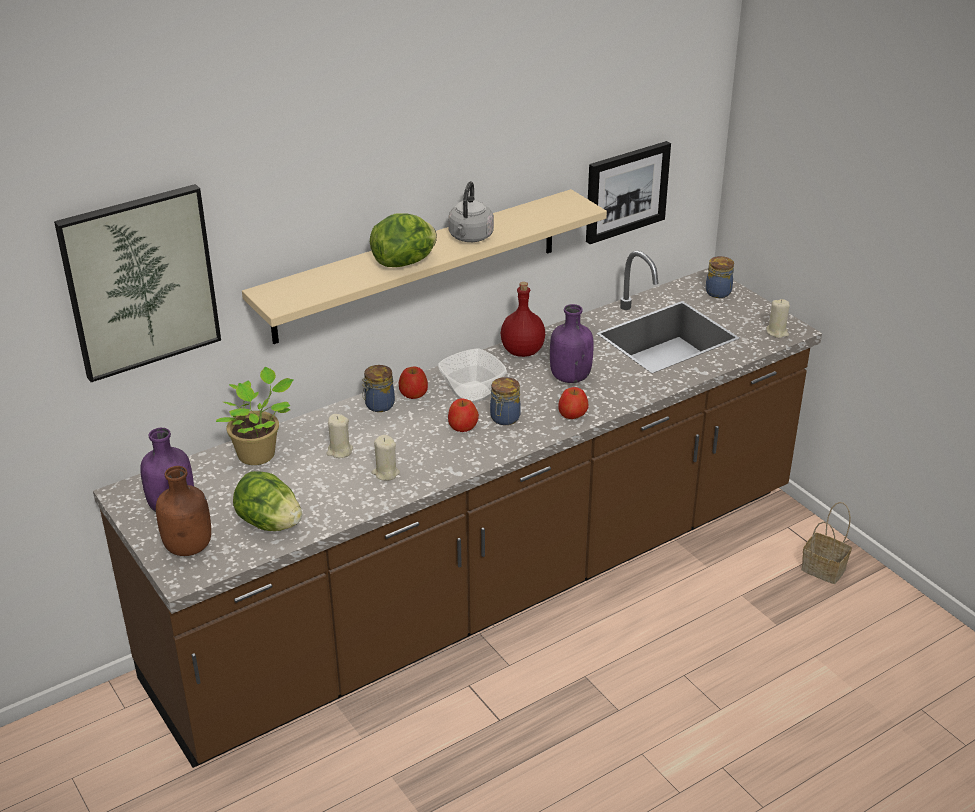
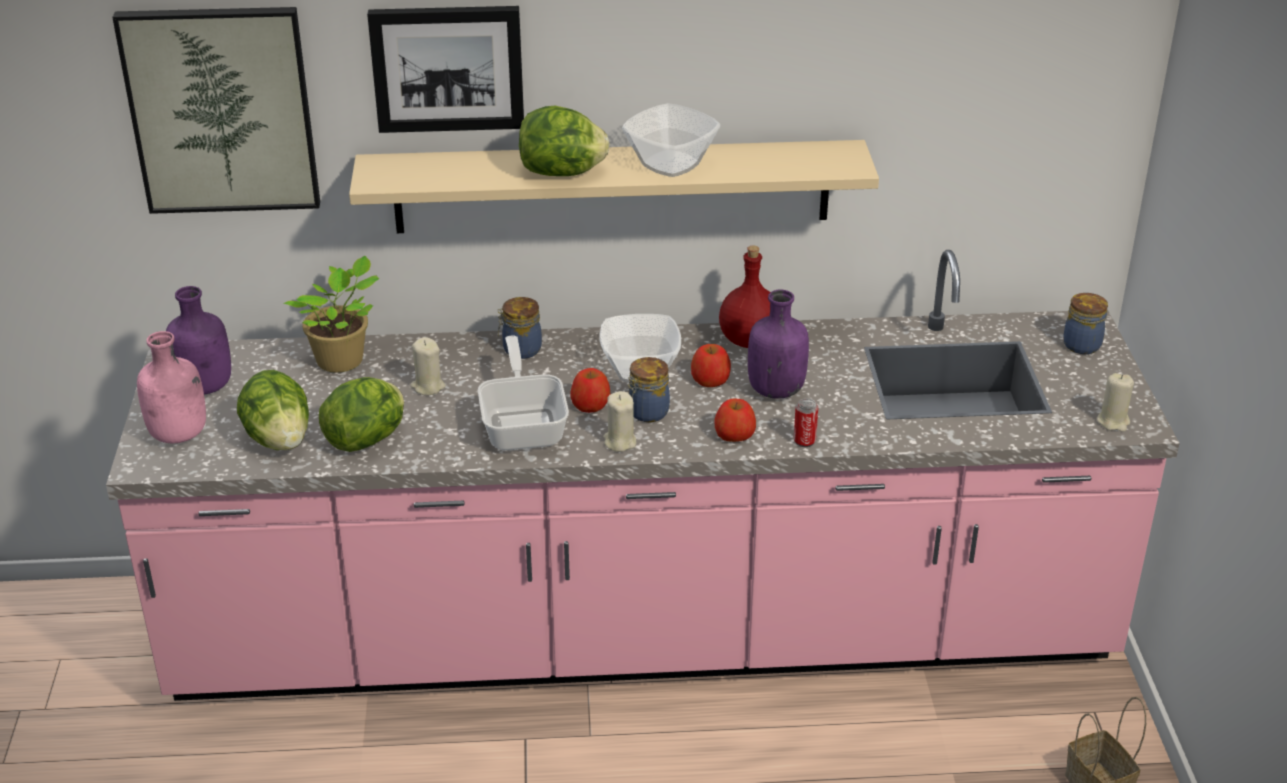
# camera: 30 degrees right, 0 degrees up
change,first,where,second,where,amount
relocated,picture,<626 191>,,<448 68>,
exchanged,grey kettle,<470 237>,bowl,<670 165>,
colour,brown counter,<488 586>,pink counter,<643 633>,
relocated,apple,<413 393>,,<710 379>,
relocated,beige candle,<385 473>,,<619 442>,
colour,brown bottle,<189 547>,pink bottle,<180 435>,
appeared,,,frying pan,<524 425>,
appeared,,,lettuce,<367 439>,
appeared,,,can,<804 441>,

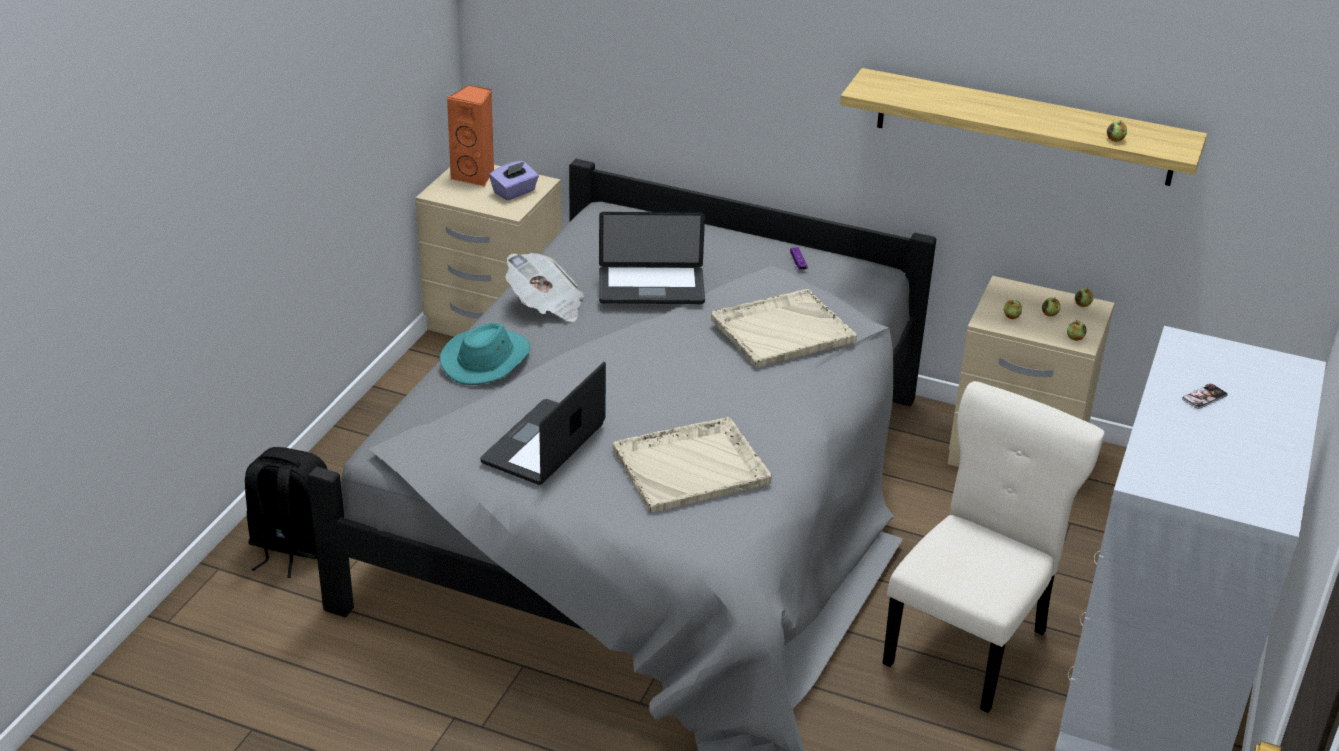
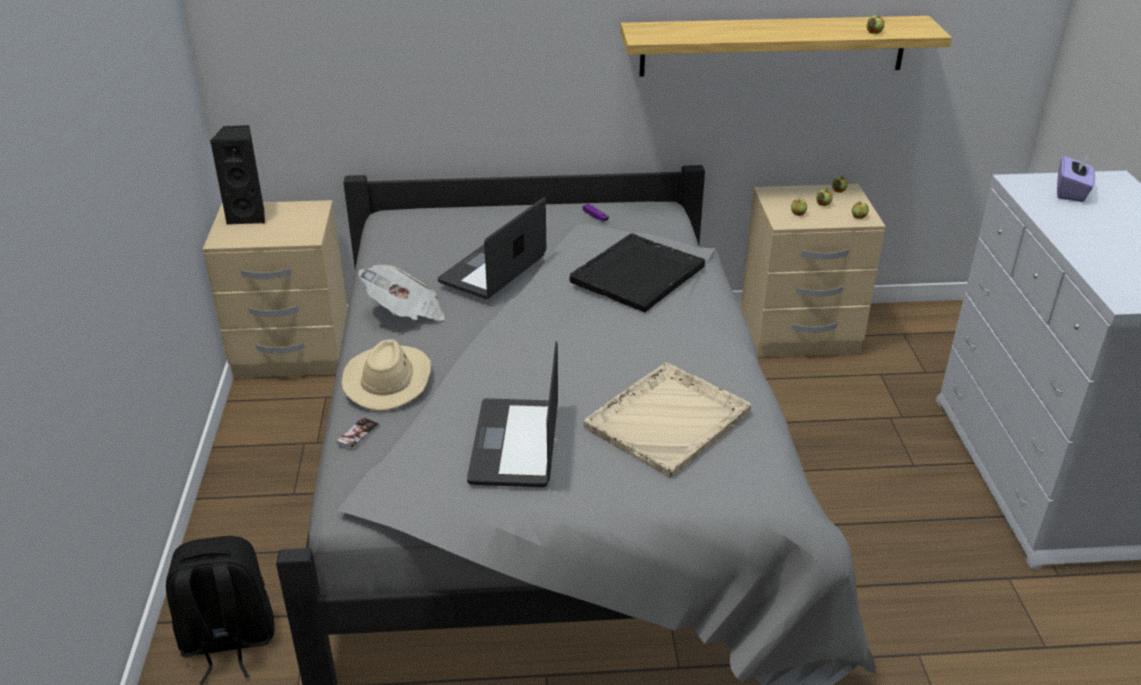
# camera: 25 degrees left, 0 degrees up
change,first,where,second,where,amount
colour,orange speaker,<475 176>,black speaker,<249 216>,
relocated,purple tissue box,<514 192>,,<1071 192>,
spun,laptop,<651 287>,,<493 269>,150 degrees clockwise
colour,beige tray,<781 331>,black tray,<636 275>,
colour,turquoise hat,<486 360>,beige hat,<388 380>,
missing,beige chair,<970 643>,,,
relocated,phone,<1204 397>,,<358 434>,

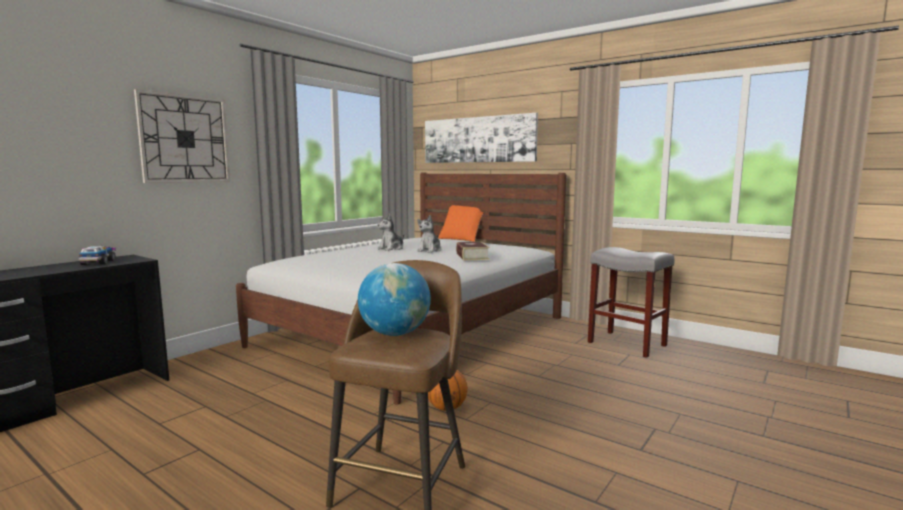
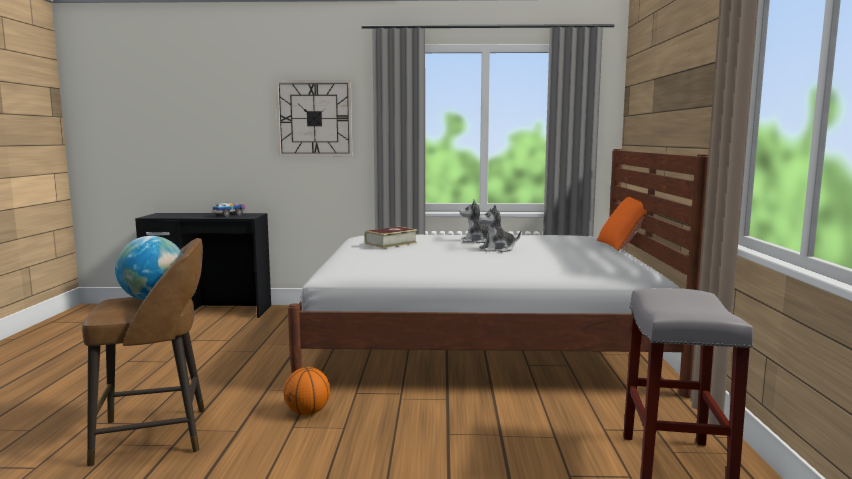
# camera: 55 degrees right, 0 degrees up
change,first,where,second,where,amount
missing,picture,<478 140>,,,
relocated,book,<472 256>,,<391 243>,

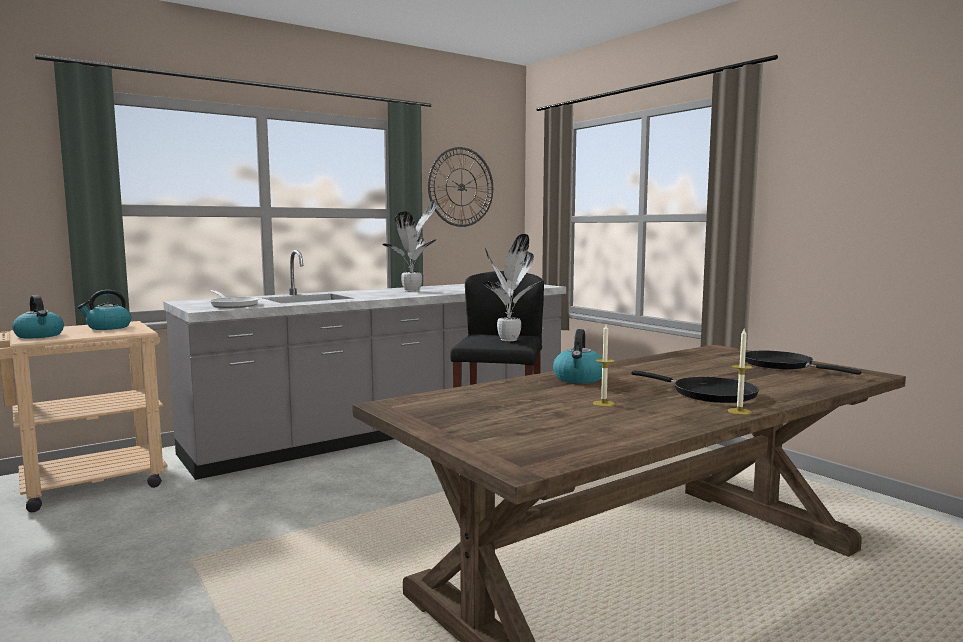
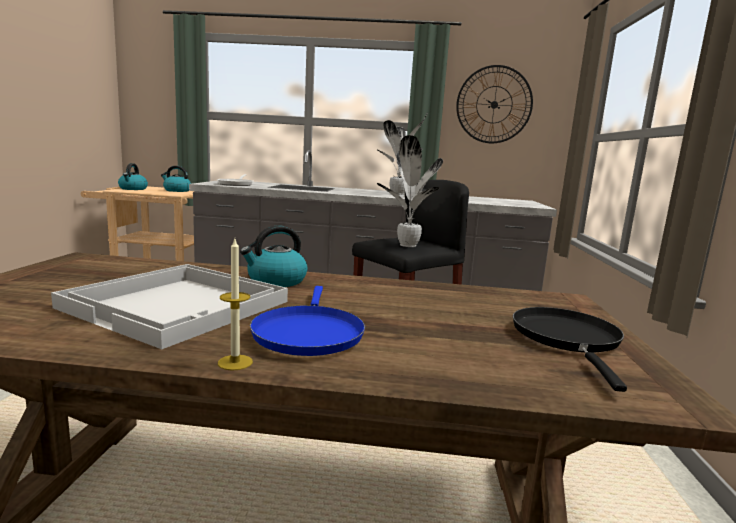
# camera: 40 degrees right, 5 degrees up
change,first,where,second,where,amount
exchanged,candle,<603 403>,white tray,<180 304>,
colour,black frying pan,<708 394>,blue frying pan,<308 333>,

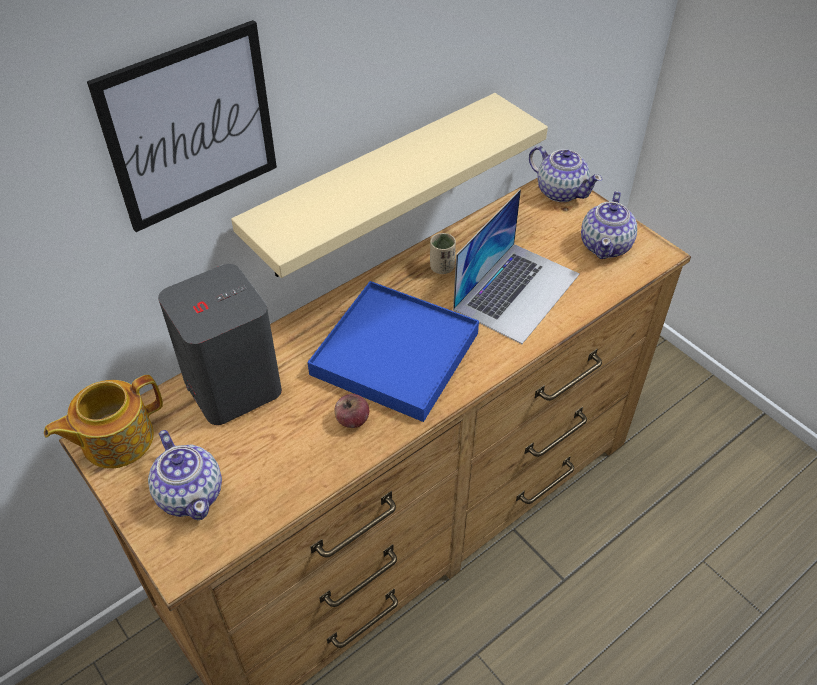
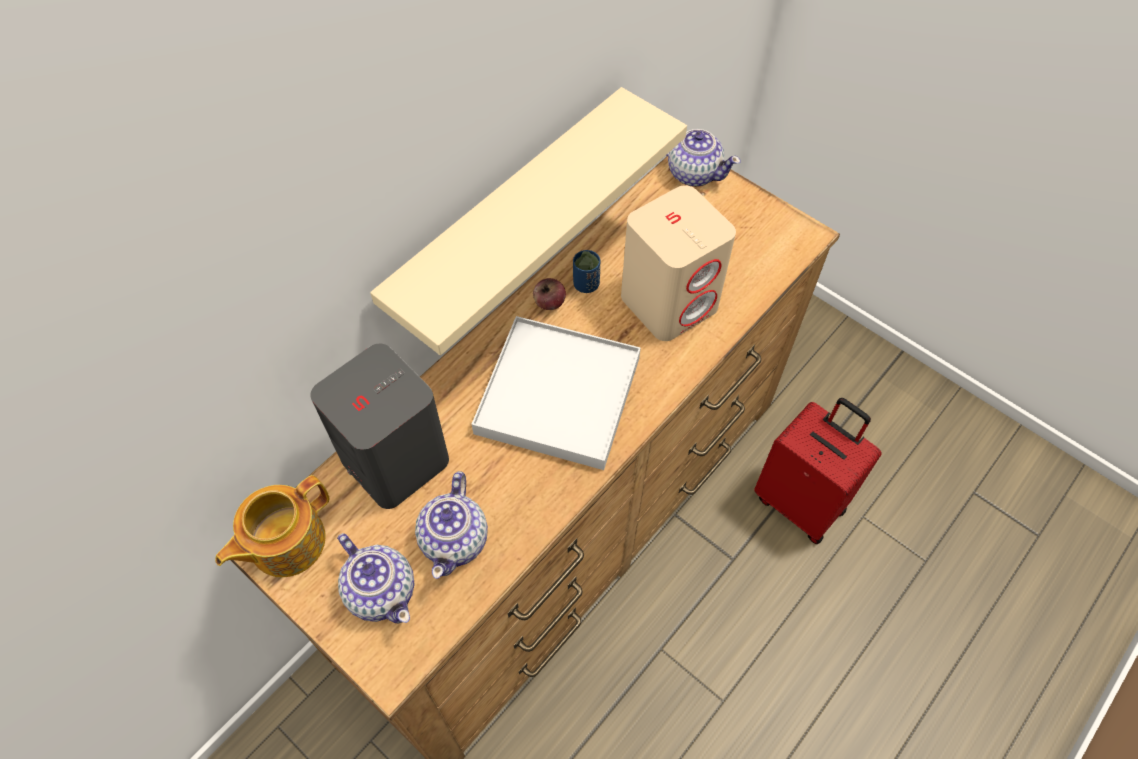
# camera: 10 degrees left, 10 degrees up
change,first,where,second,where,amount
missing,picture,<191 128>,,,
exchanged,laptop,<517 291>,beige speaker,<670 302>,
relocated,teapot,<606 245>,,<455 539>,
colour,beige cup,<442 267>,blue cup,<586 284>,
colour,blue tray,<395 354>,white tray,<558 396>,
relocated,apple,<352 420>,,<549 303>,
appeared,,,red suitcase,<800 502>,

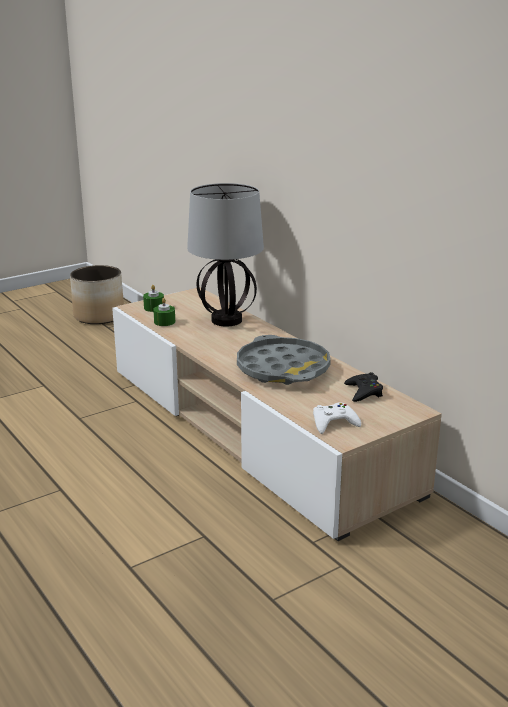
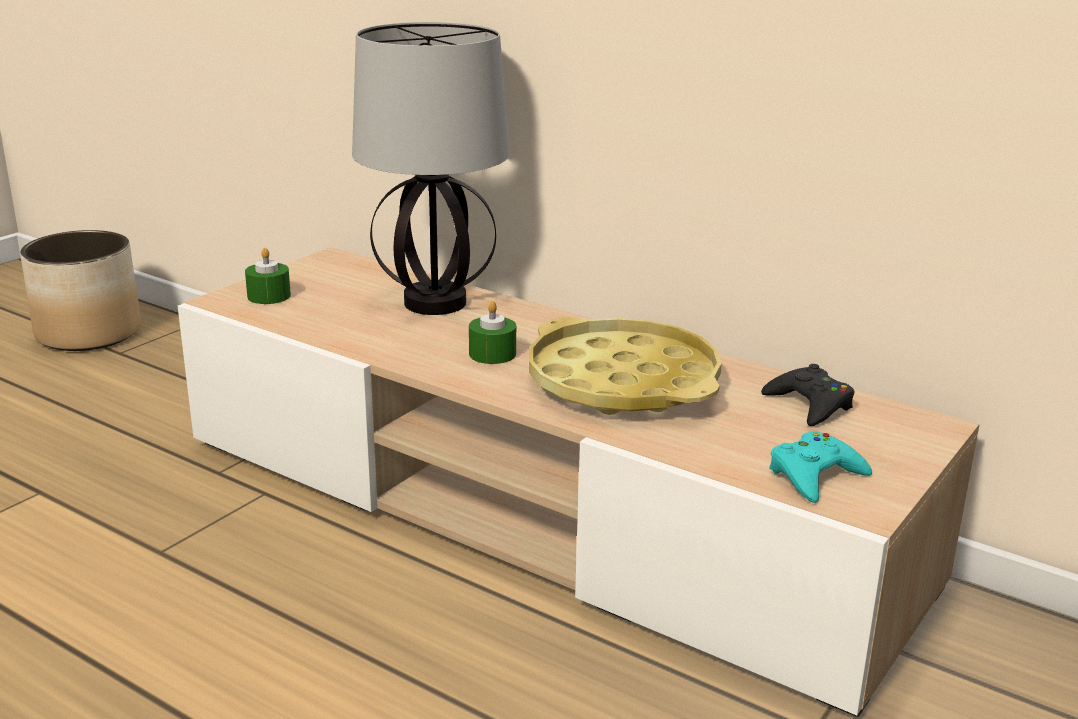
# camera: 20 degrees left, 0 degrees up
change,first,where,second,where,amount
relocated,green candle,<164 322>,,<492 354>,
colour,grey tray,<283 369>,yellow tray,<623 382>,
colour,white game controller,<334 423>,turquoise game controller,<815 475>,

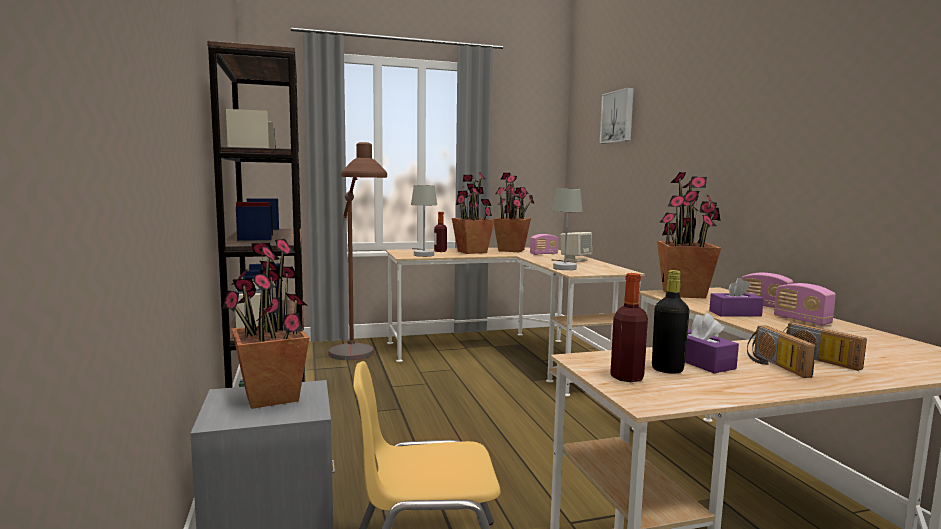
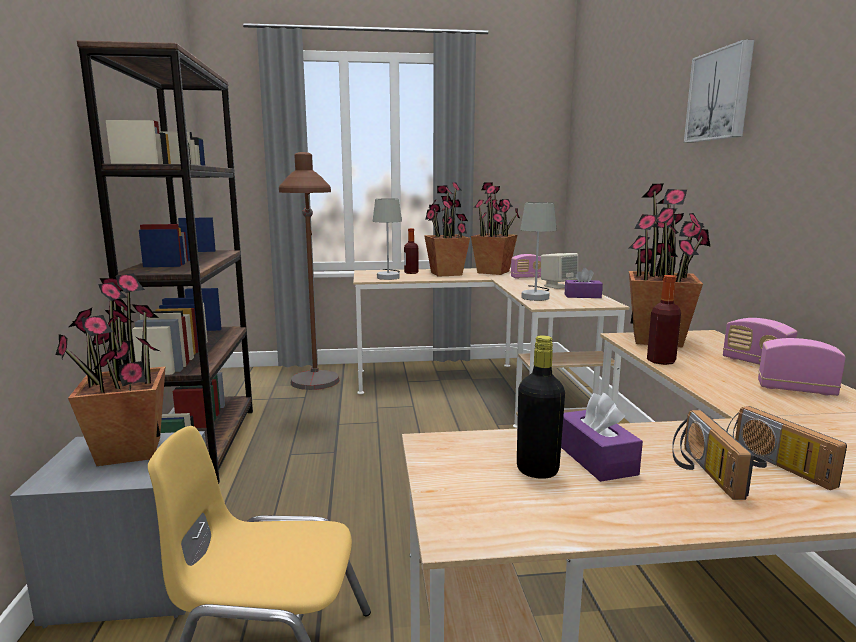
# camera: 10 degrees right, 5 degrees up
change,first,where,second,where,amount
relocated,picture,<618 116>,,<721 95>,
relocated,bottle,<627 377>,,<661 361>,
relocated,purple tissue box,<735 313>,,<582 296>,
spun,radio,<802 320>,,<796 389>,135 degrees clockwise

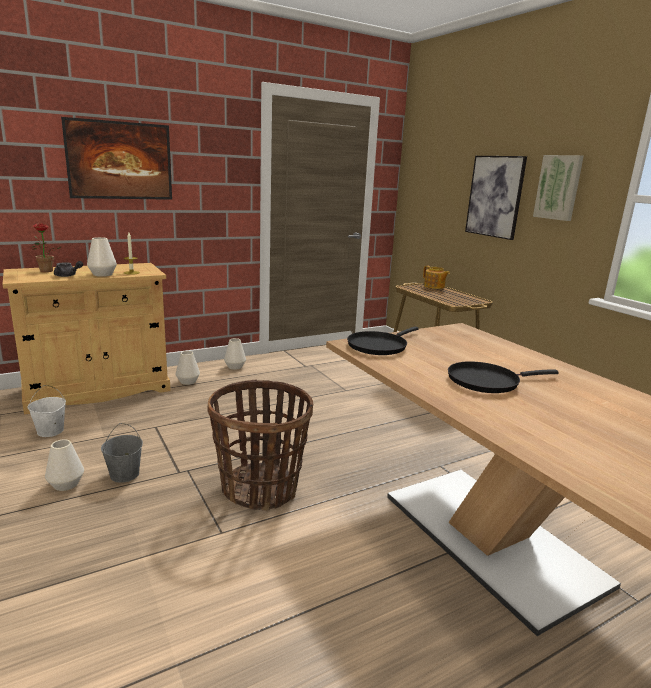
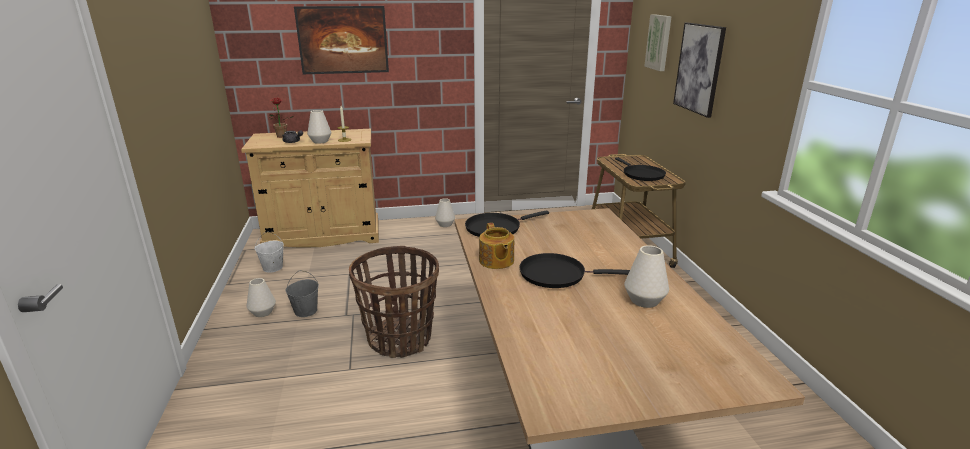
# camera: 20 degrees right, 5 degrees up
change,first,where,second,where,amount
relocated,picture,<559 187>,,<659 42>,
relocated,teapot,<434 286>,,<496 261>,
relocated,white vase,<188 381>,,<644 300>,
appeared,,,black frying pan,<641 174>,

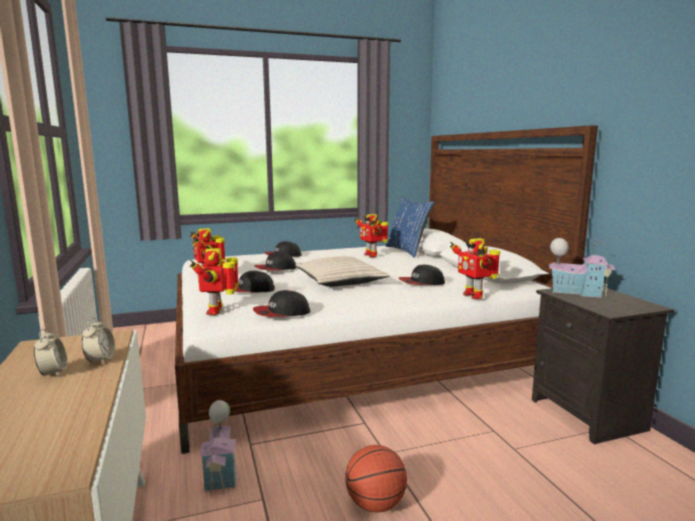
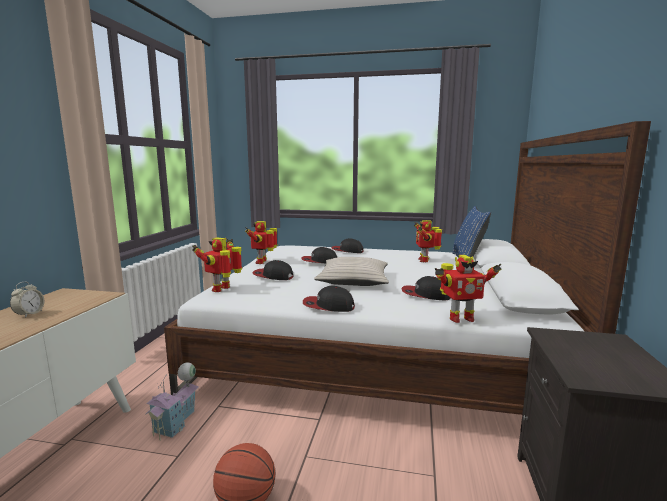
# camera: 30 degrees right, 0 degrees up
change,first,where,second,where,amount
missing,toy house,<577 292>,,,
spun,toy robot,<474 295>,,<460 318>,105 degrees counterclockwise
relocated,cap,<281 313>,,<328 306>,
missing,alarm clock,<100 360>,,,

